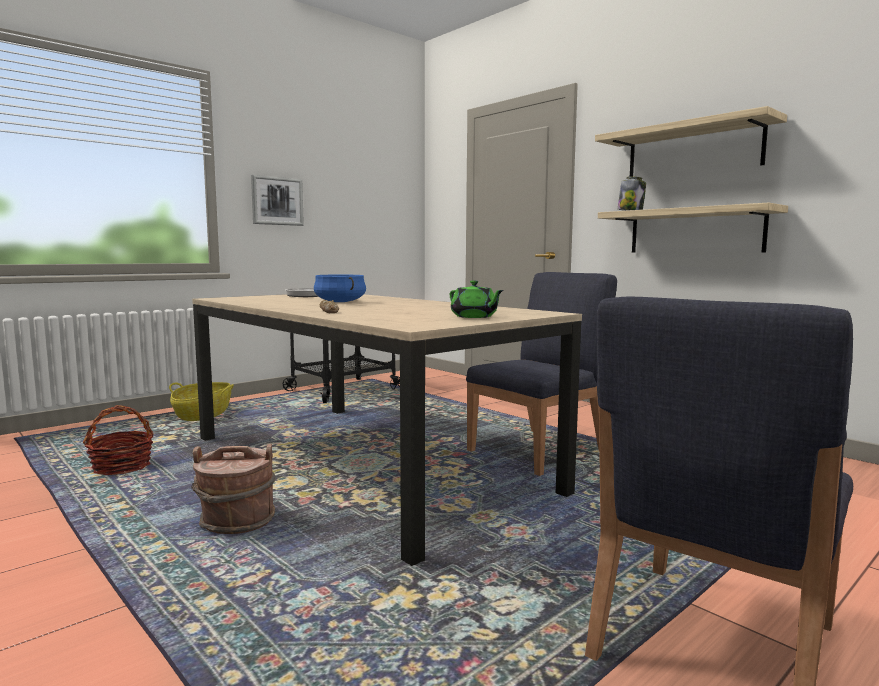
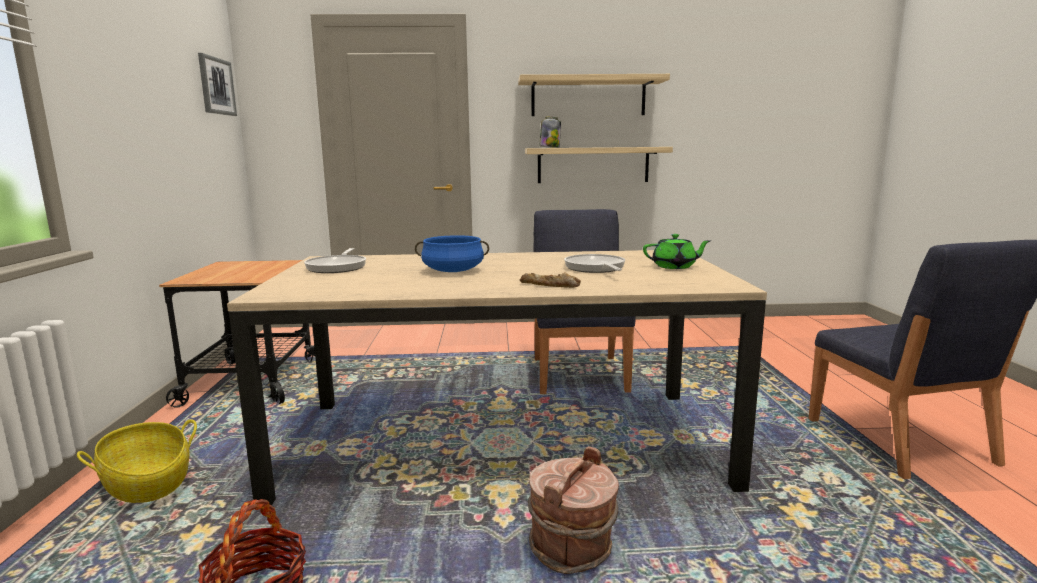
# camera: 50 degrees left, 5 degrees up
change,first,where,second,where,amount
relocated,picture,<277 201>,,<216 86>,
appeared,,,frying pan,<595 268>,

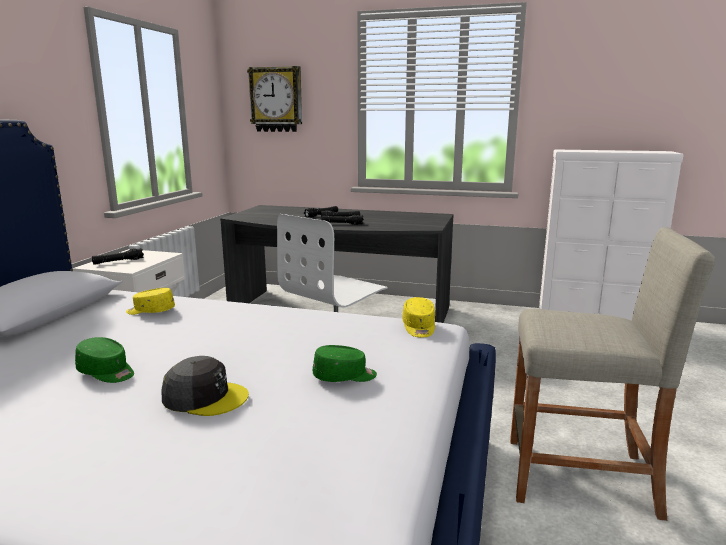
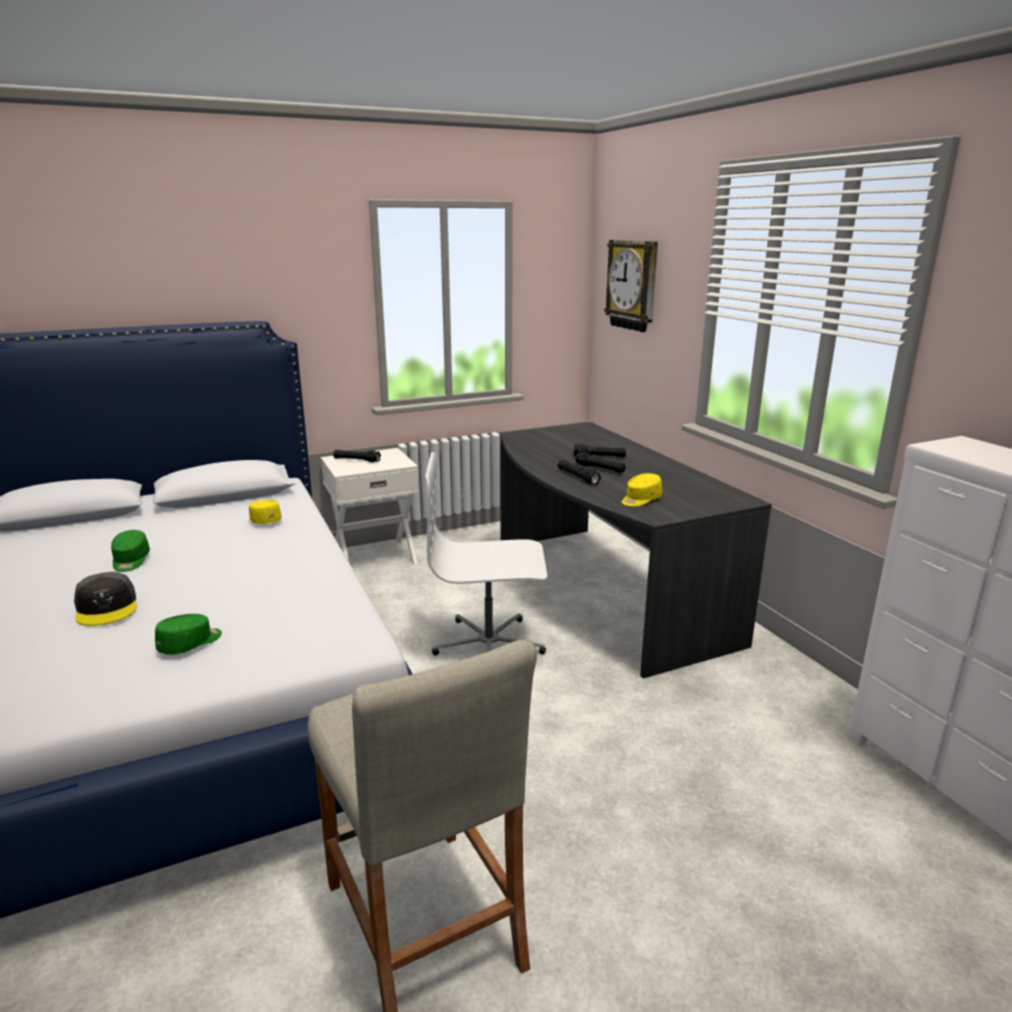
# camera: 50 degrees right, 5 degrees up
change,first,where,second,where,amount
relocated,yellow cap,<419 327>,,<640 500>,
spun,green cap,<345 376>,,<190 644>,90 degrees counterclockwise

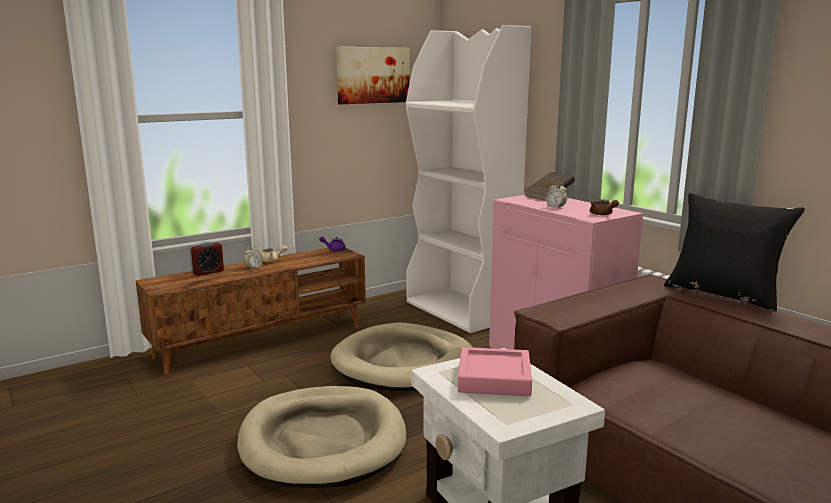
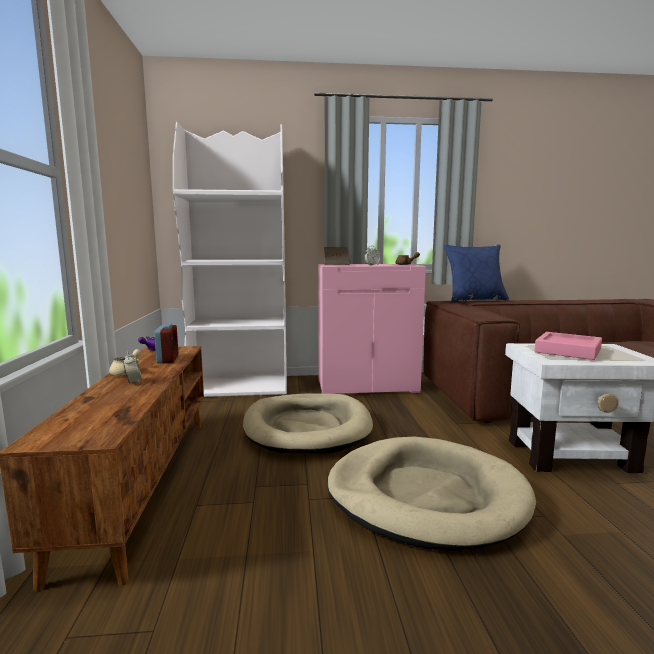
# camera: 60 degrees left, 5 degrees down
change,first,where,second,where,amount
missing,picture,<373 75>,,,
colour,black pillow,<724 294>,blue pillow,<474 300>,
relocated,alarm clock,<208 272>,,<167 359>,

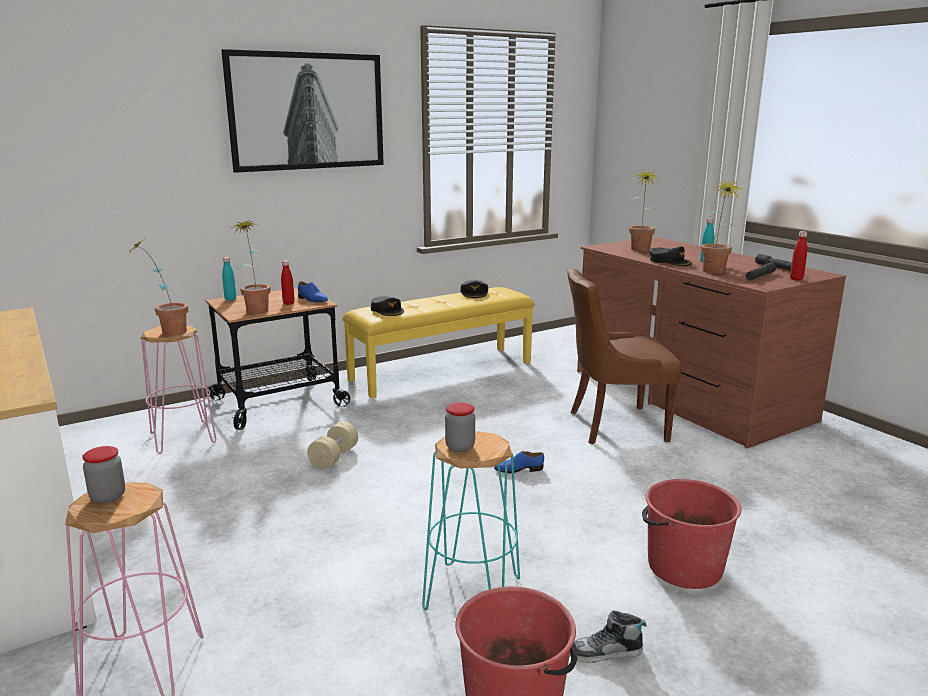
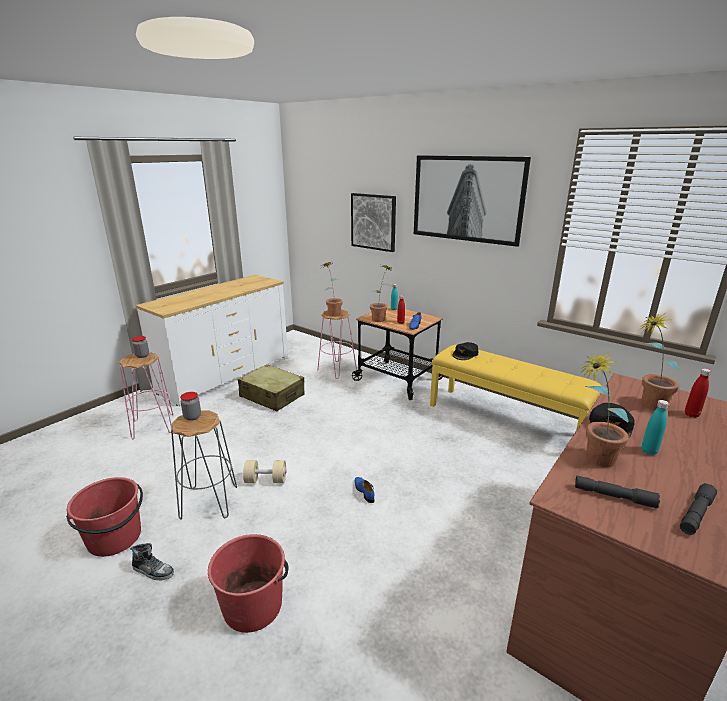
# camera: 70 degrees right, 5 degrees up
change,first,where,second,where,amount
relocated,red bottle,<796 279>,,<691 414>,
missing,brown chair,<614 425>,,,
missing,black cap,<474 293>,,,
relocated,beige dumbbell,<334 457>,,<266 480>,
colour,turquoise stool,<472 592>,grey stool,<209 502>,
spun,shoe,<606 653>,,<153 570>,135 degrees clockwise
appeared,,,picture,<373 222>,
appeared,,,beige suitcase,<272 396>,

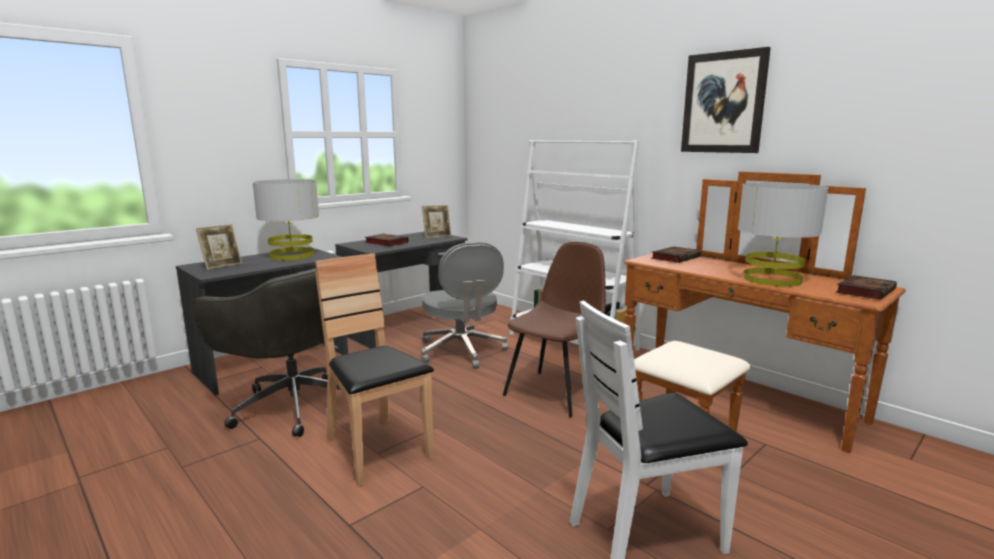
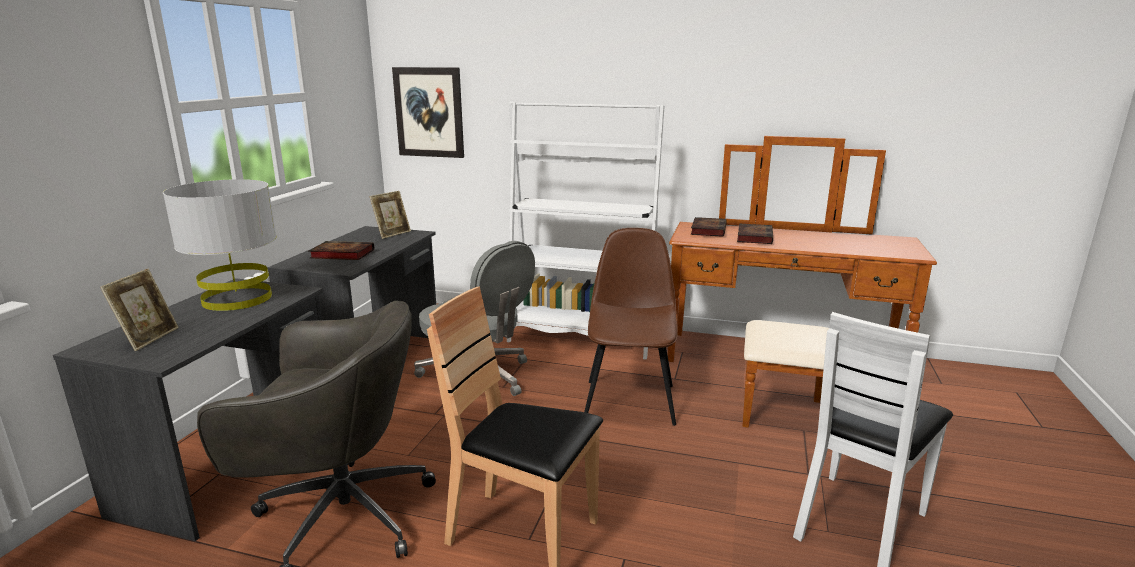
# camera: 30 degrees left, 5 degrees up
change,first,where,second,where,amount
relocated,picture,<723 103>,,<429 112>,
missing,grey table lamp,<772 279>,,,
relocated,book,<865 291>,,<754 237>,

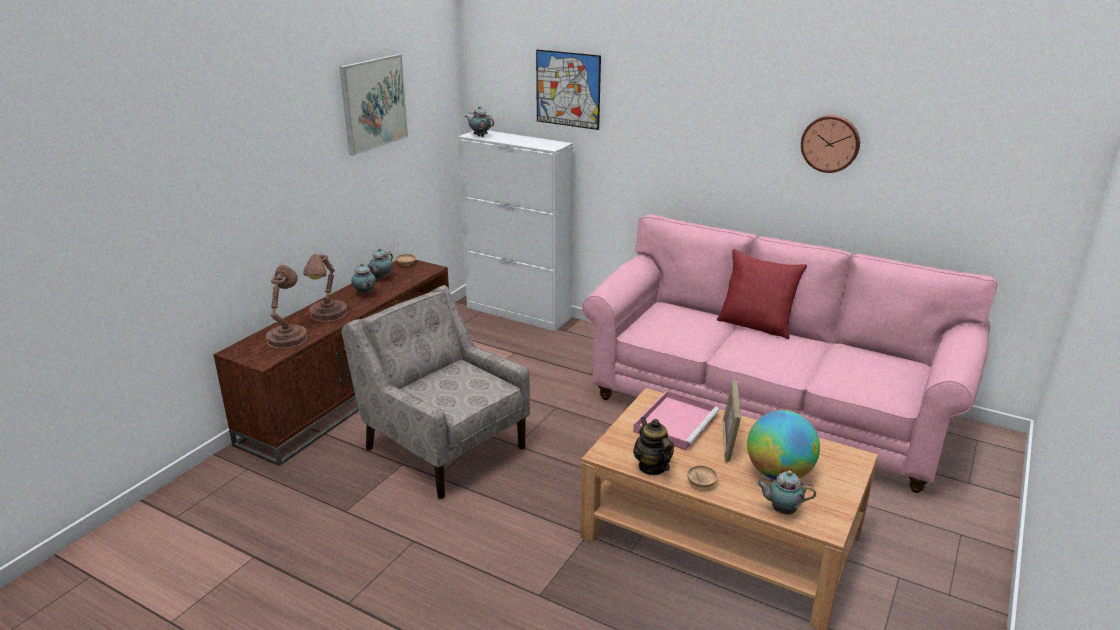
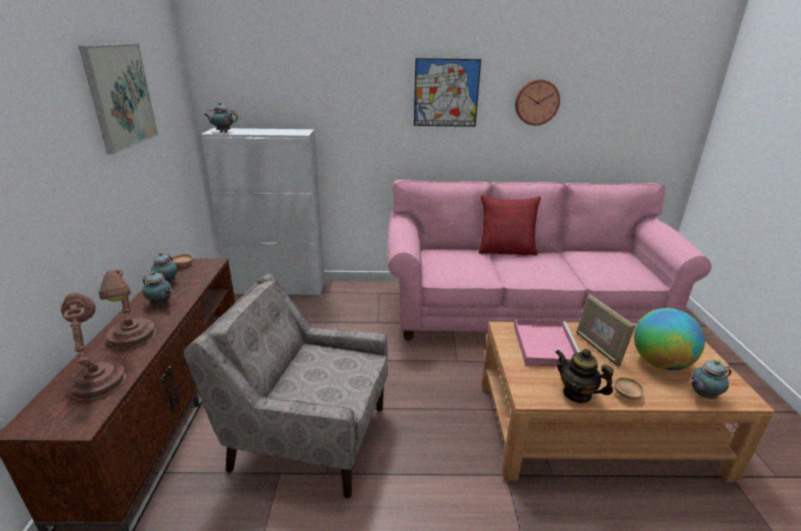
# camera: 30 degrees left, 0 degrees up
change,first,where,second,where,amount
relocated,picture,<568 89>,,<446 93>,

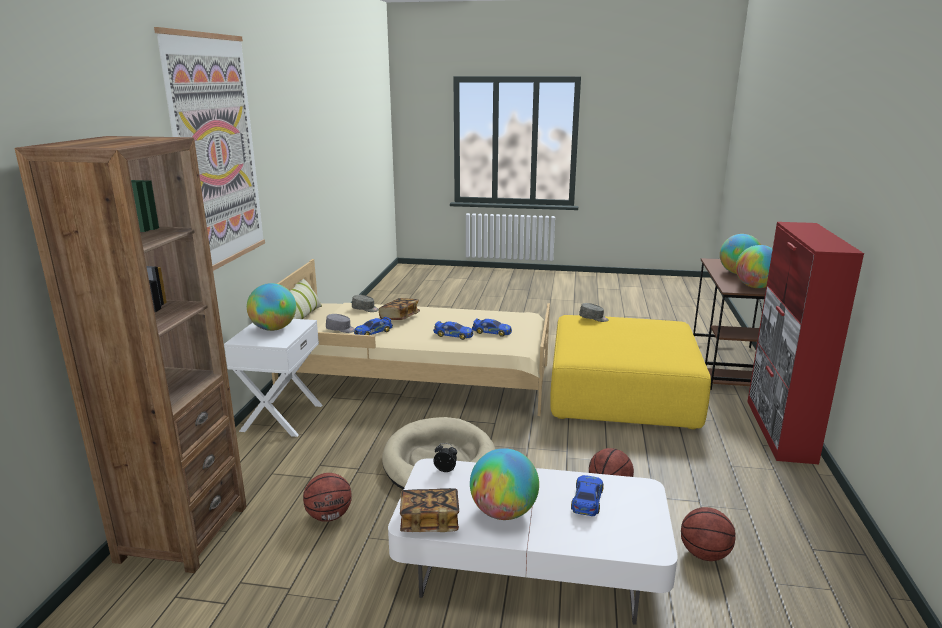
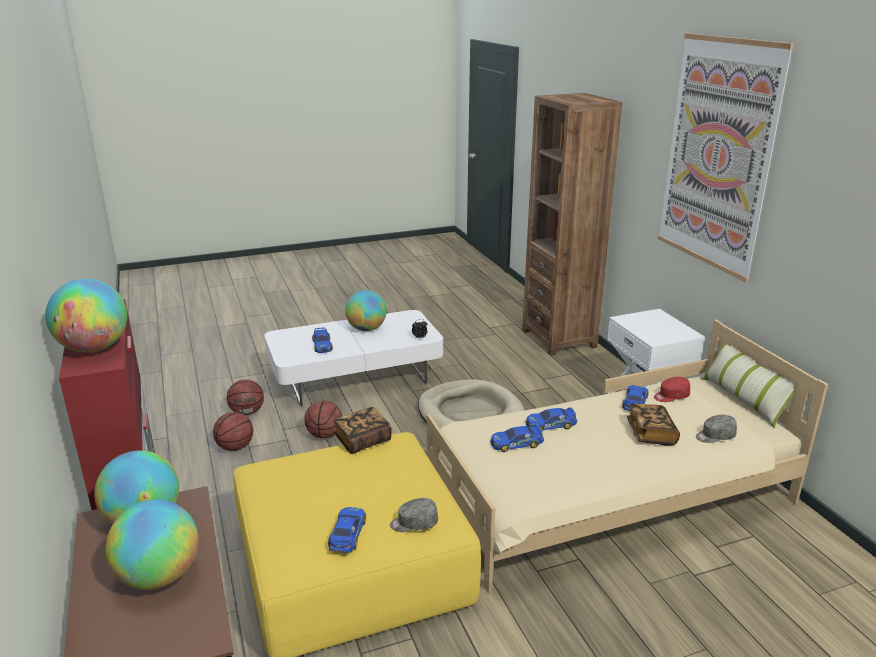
# camera: 150 degrees right, 5 degrees up
change,first,where,second,where,amount
relocated,globe,<274 329>,,<94 348>,
colour,grey cap,<341 329>,red cap,<671 396>,
relocated,basketball,<329 516>,,<235 447>,
relocated,book,<429 522>,,<362 440>,
appeared,,,toy car,<347 534>,

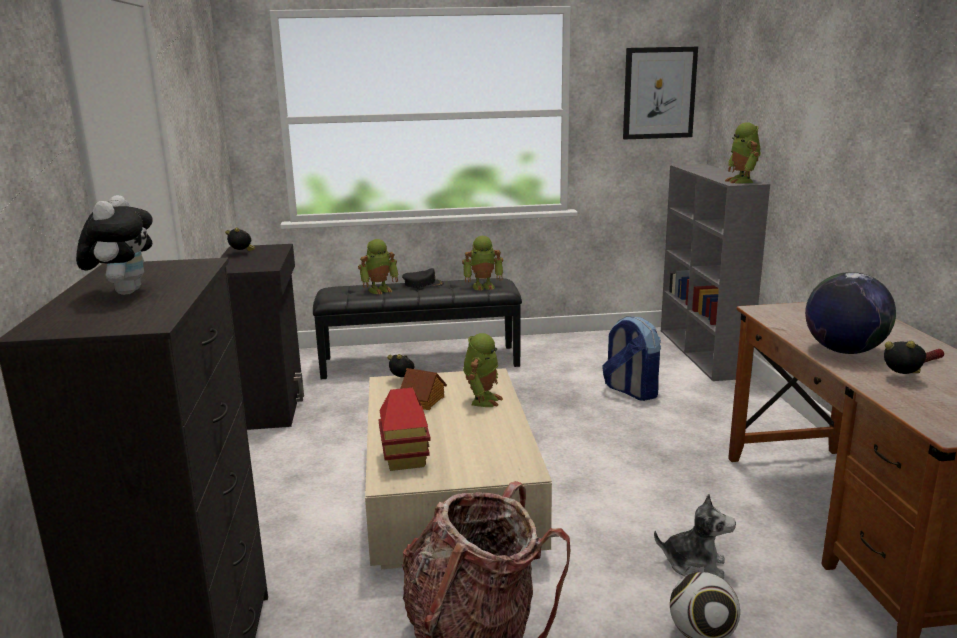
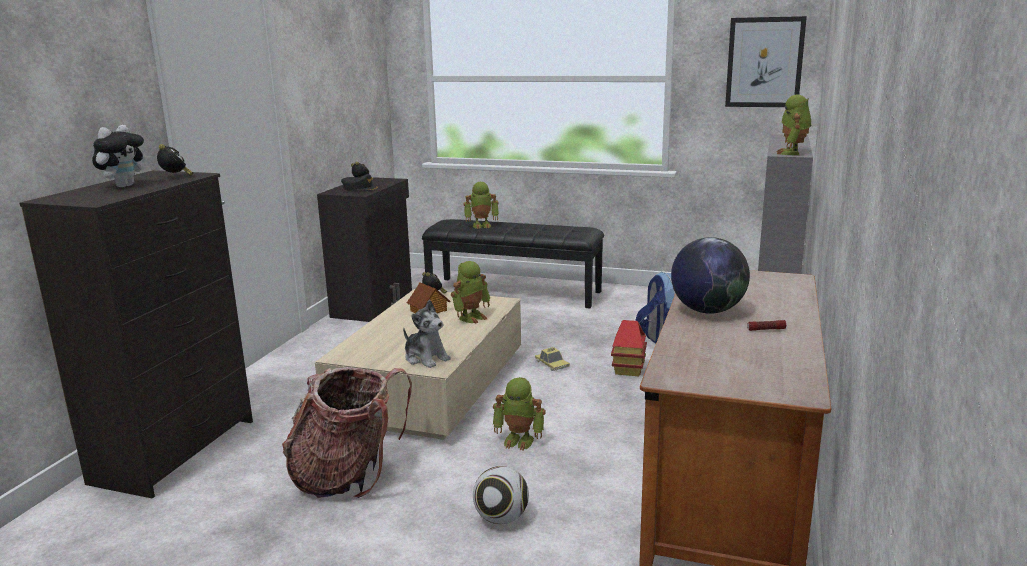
# camera: 25 degrees right, 0 degrees up
change,first,where,second,where,amount
relocated,toy robot,<483 286>,,<519 440>,
relocated,black cap,<423 284>,,<360 188>,
relocated,alarm clock,<902 378>,,<175 177>,
relocated,toy house,<405 459>,,<628 370>,
relocated,plush toy,<694 564>,,<426 358>,
appeared,,,toy car,<552 364>,

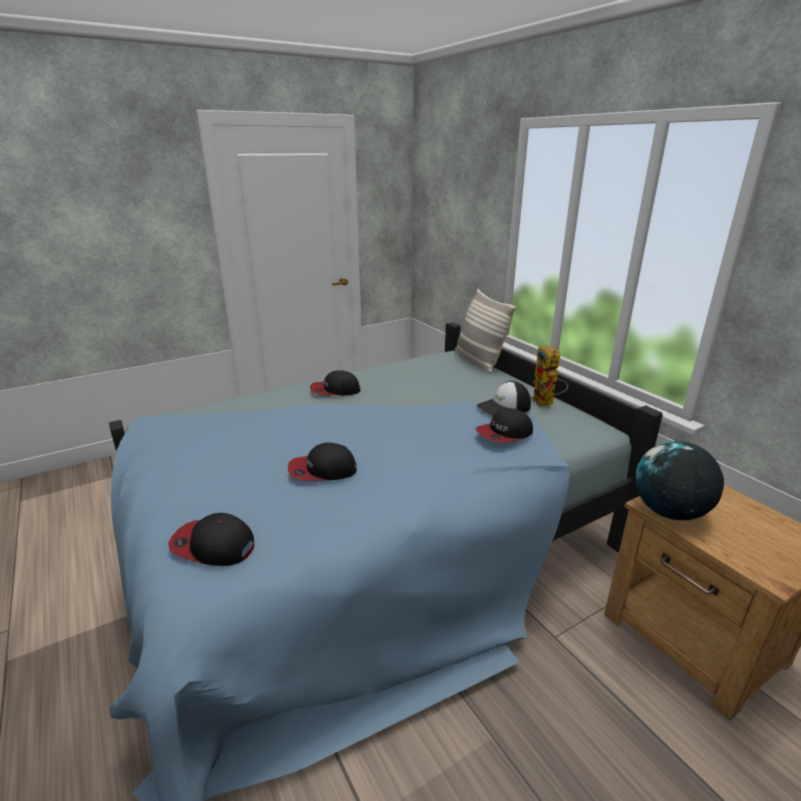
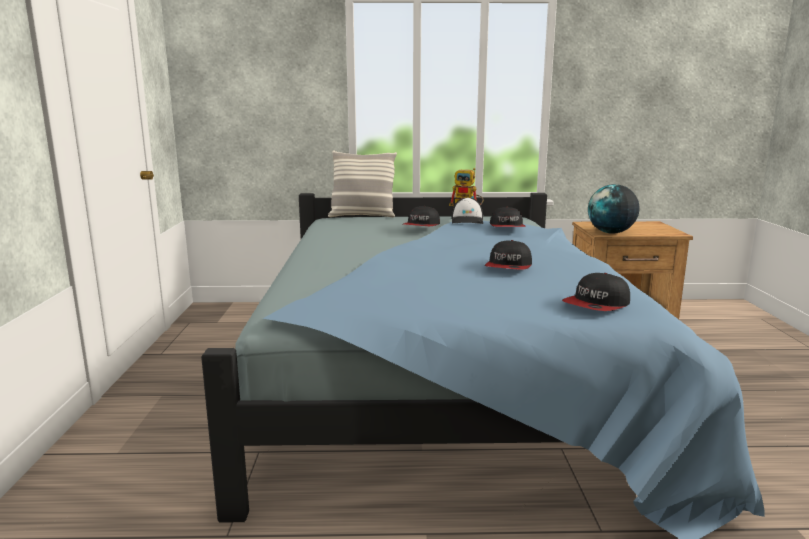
# camera: 60 degrees left, 10 degrees down
change,first,where,second,where,amount
relocated,cap,<335 390>,,<422 225>,

